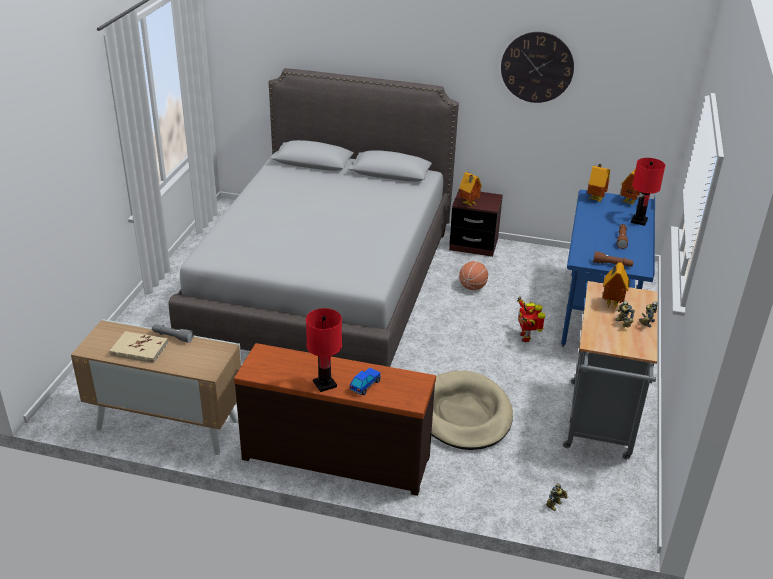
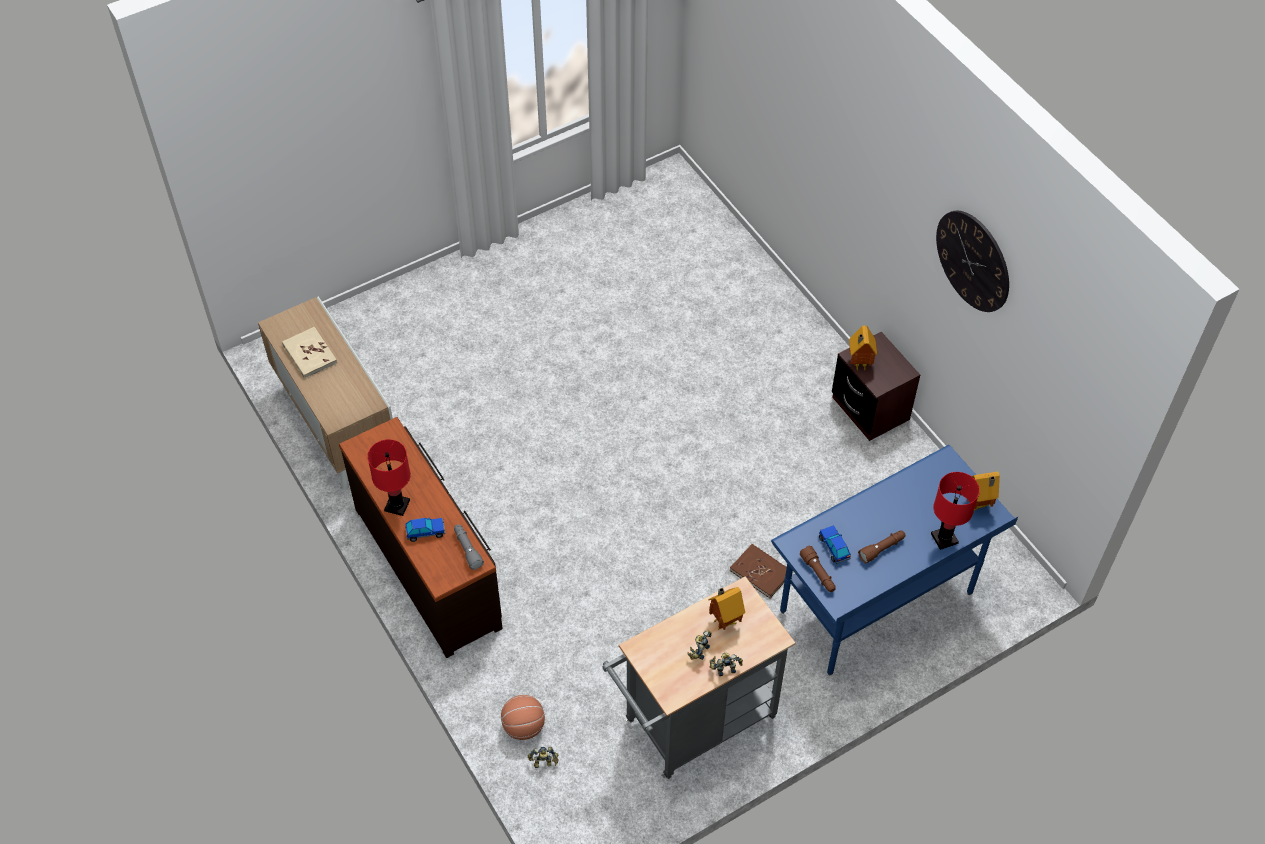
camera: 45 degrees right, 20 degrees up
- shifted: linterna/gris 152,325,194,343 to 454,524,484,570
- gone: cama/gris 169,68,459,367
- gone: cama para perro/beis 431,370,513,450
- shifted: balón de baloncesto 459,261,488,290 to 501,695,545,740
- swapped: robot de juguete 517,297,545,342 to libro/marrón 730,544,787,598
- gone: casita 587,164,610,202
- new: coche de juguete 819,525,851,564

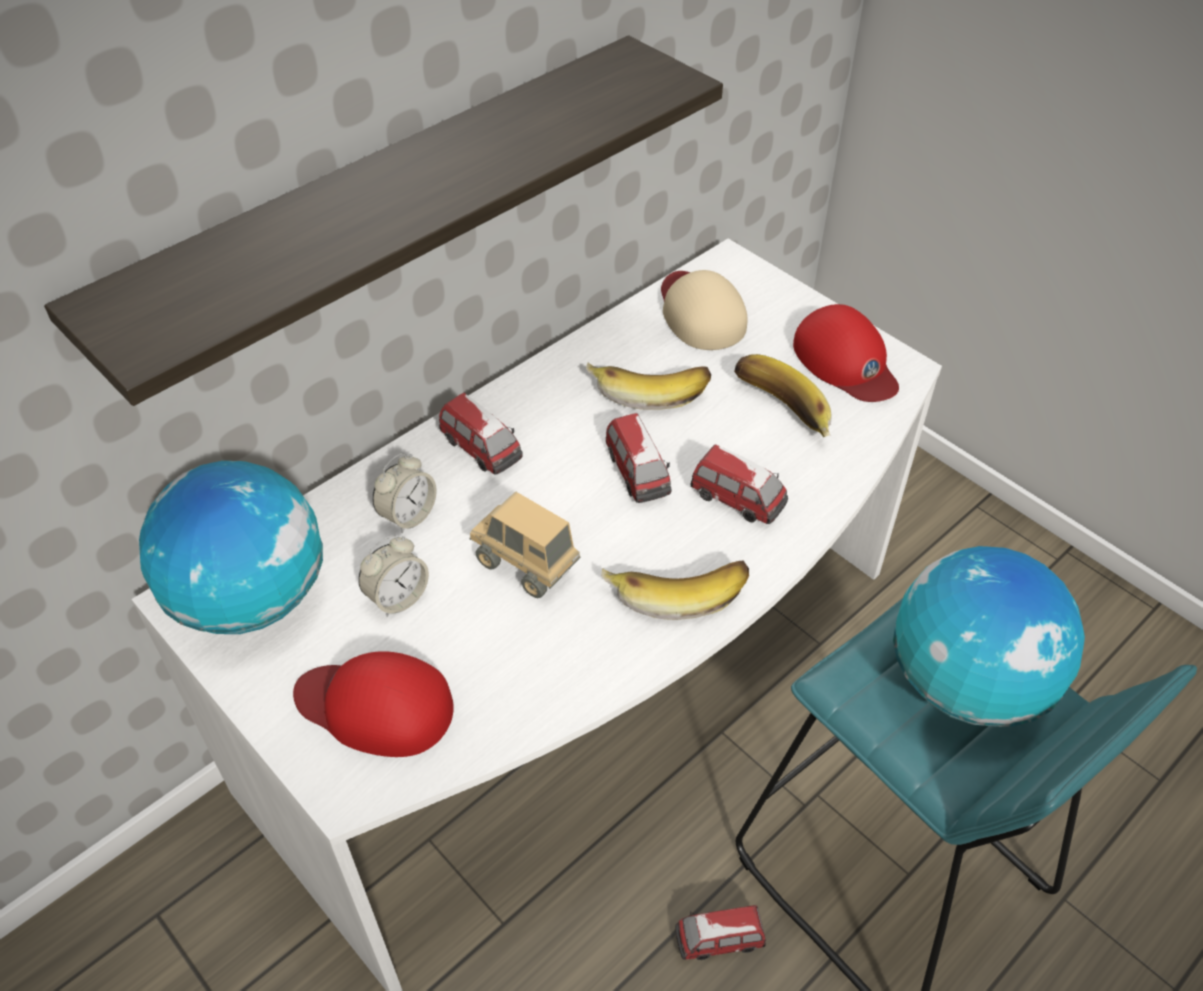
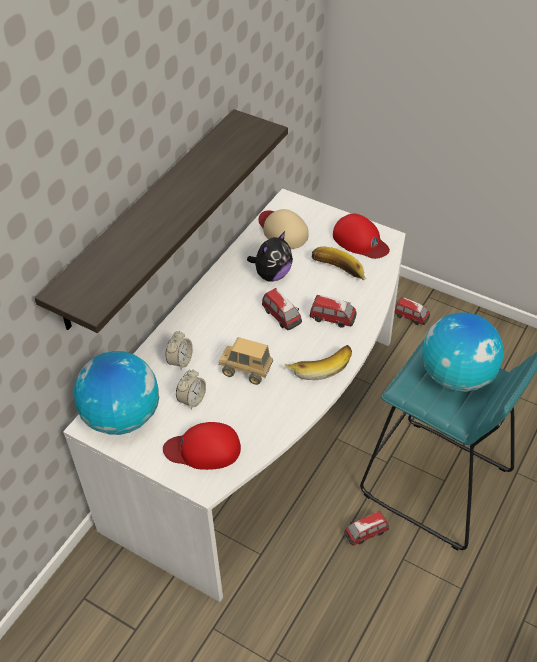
camera: 15 degrees left, 0 degrees up
- shifted: coche de juguete 439,393,523,475 to 394,297,430,325
- swapped: plátano 586,363,711,410 to peluche 247,231,293,282

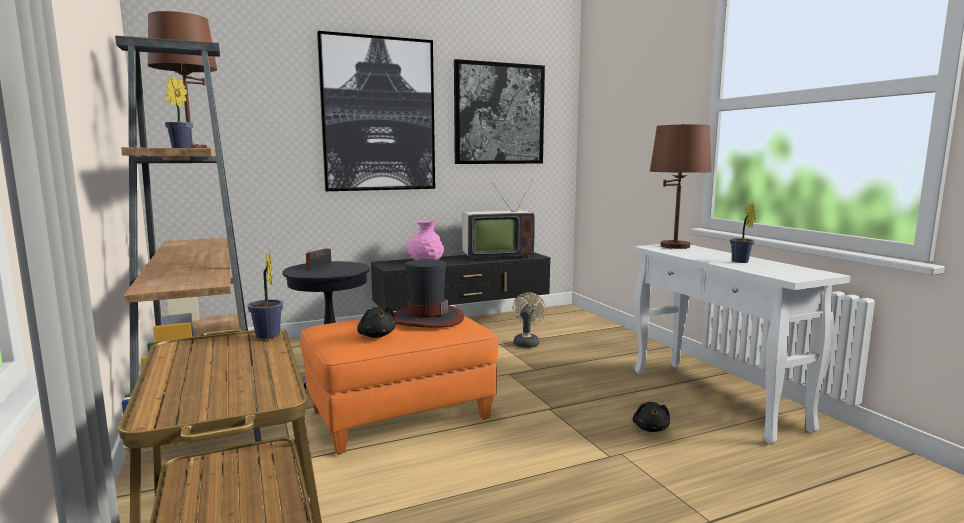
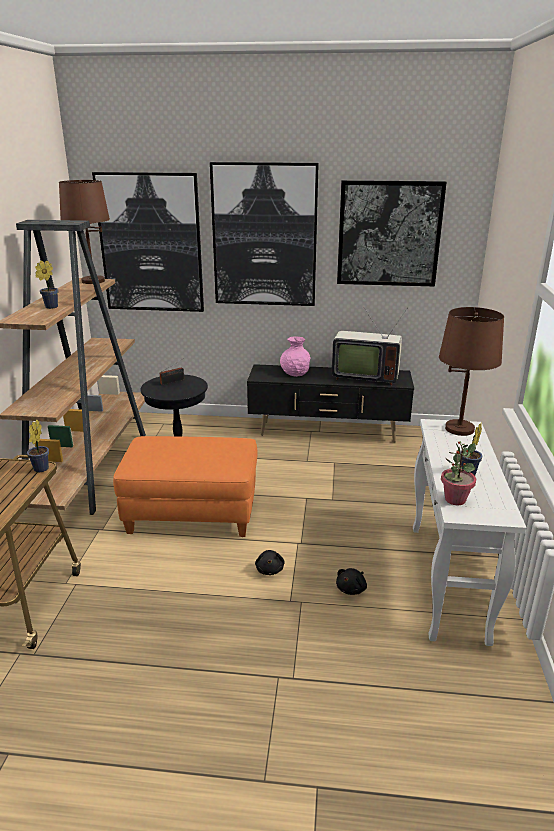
camera: 30 degrees right, 15 degrees up
- shifted: peluche/negro 357,306,396,338 to 255,550,285,575
- gone: sombrero 394,259,464,328
- gone: ventilador/beis 513,292,546,348
- new: cuadro 92,172,204,312
- new: planta en maceta 441,441,476,505

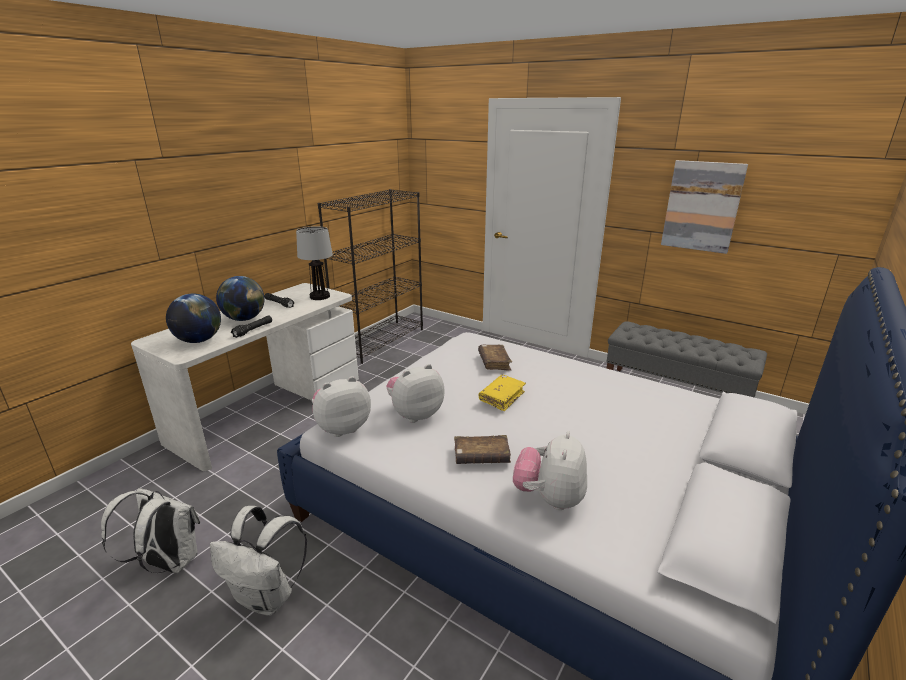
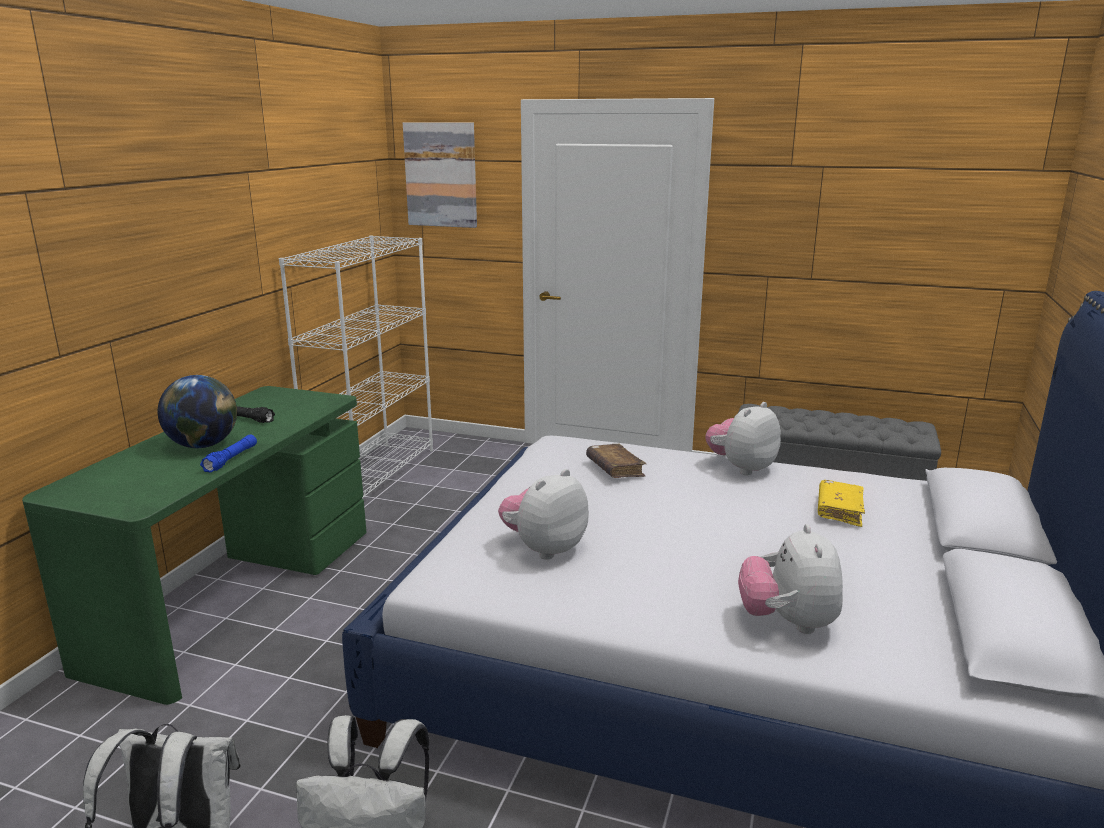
camera: 15 degrees left, 5 degrees down
- repainted: escritorio/blanco 131,283,359,471 to escritorio/verde 22,386,366,705
- gone: globo terráqueo 166,294,221,343
- repainted: linterna/negro 231,315,272,338 to linterna/azul 200,435,257,473
- gone: lámpara de mesa 296,226,333,300
- shifted: peluche 312,376,371,437 to 706,402,781,475
- repainted: estantería/negro 318,189,423,364 to estantería/blanco 279,235,433,498
- gone: libro/marrón 454,435,511,464
- shifted: libro/amarillo 479,375,526,411 to 818,480,865,527
- shifted: cuadro 661,160,748,254 to 403,122,477,228

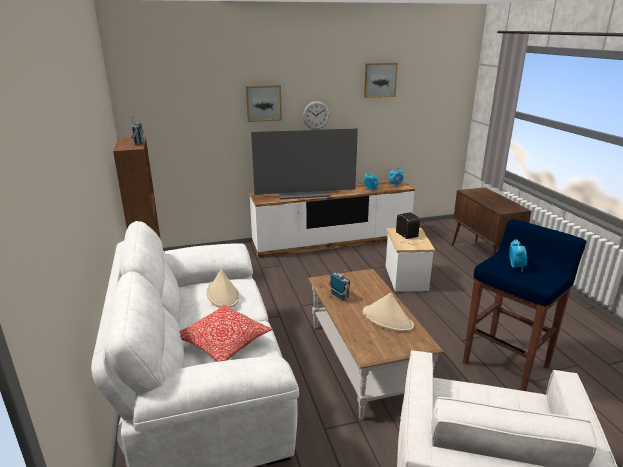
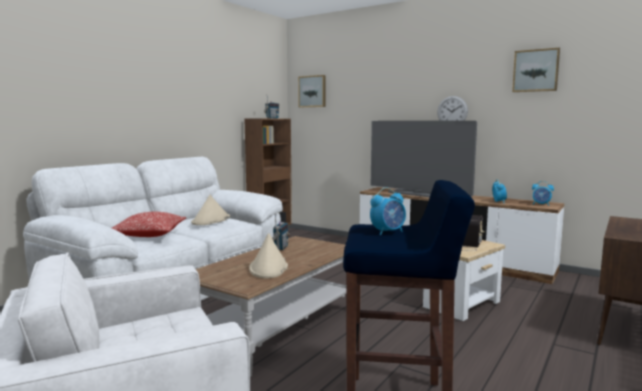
camera: 50 degrees right, 15 degrees down
- shifted: cuadro 246,85,282,122 to 298,75,326,107

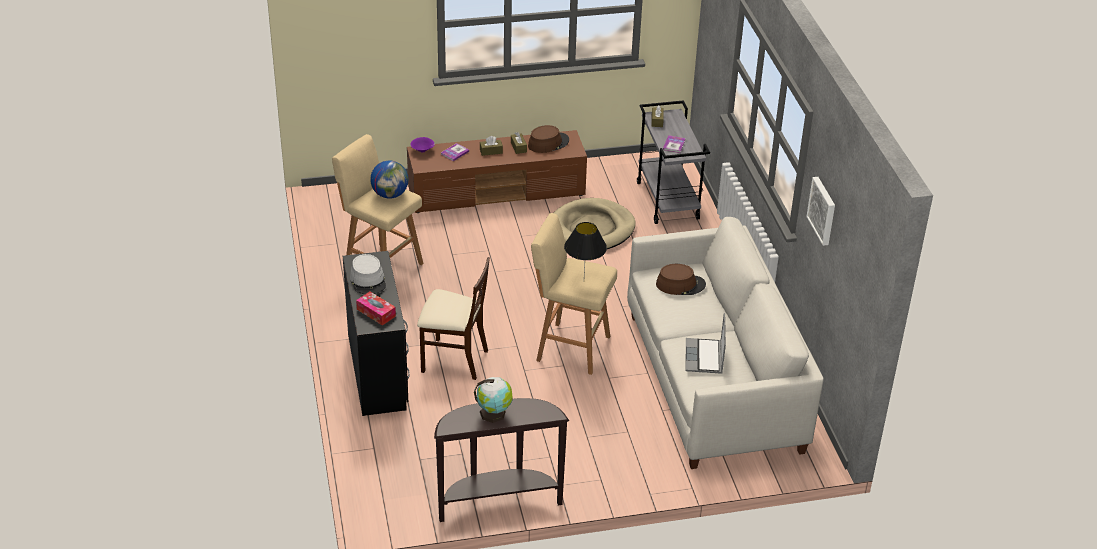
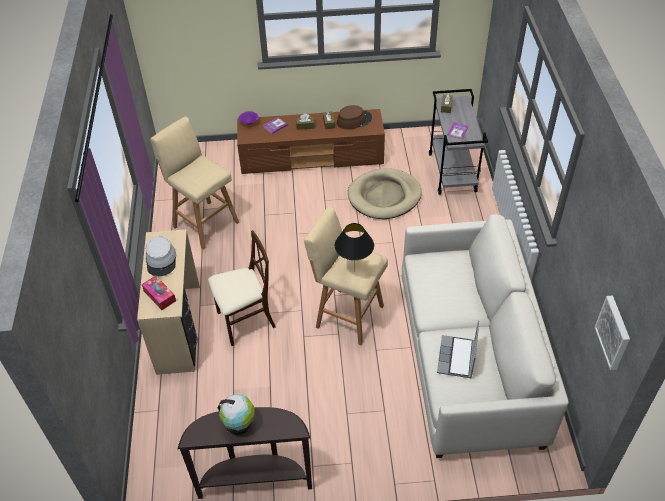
camera: 10 degrees right, 10 degrees up
- repainted: escritorio/negro 343,251,410,416 to escritorio/beis 137,229,200,375
- gone: globo terráqueo 370,161,408,199
- rotated: silla/beis 417,257,490,380 = 208,230,276,346 45 degrees counterclockwise
- gone: sombrero/marrón 656,264,706,295
- shifted: cuadro 806,177,835,246 to 595,295,630,370

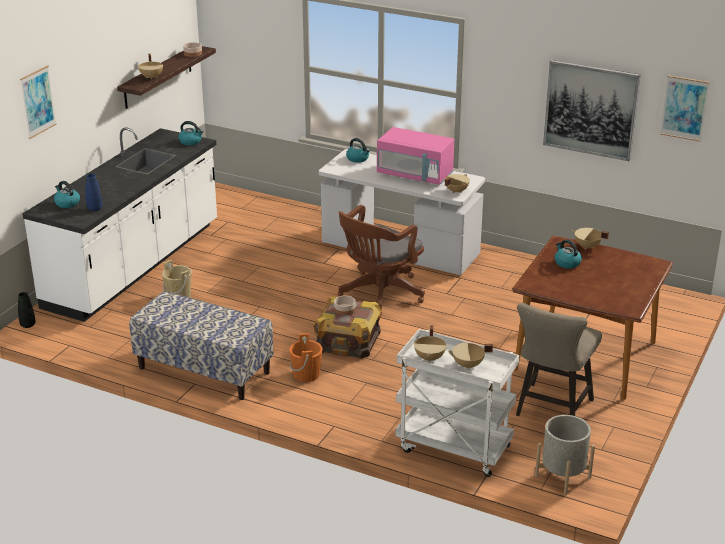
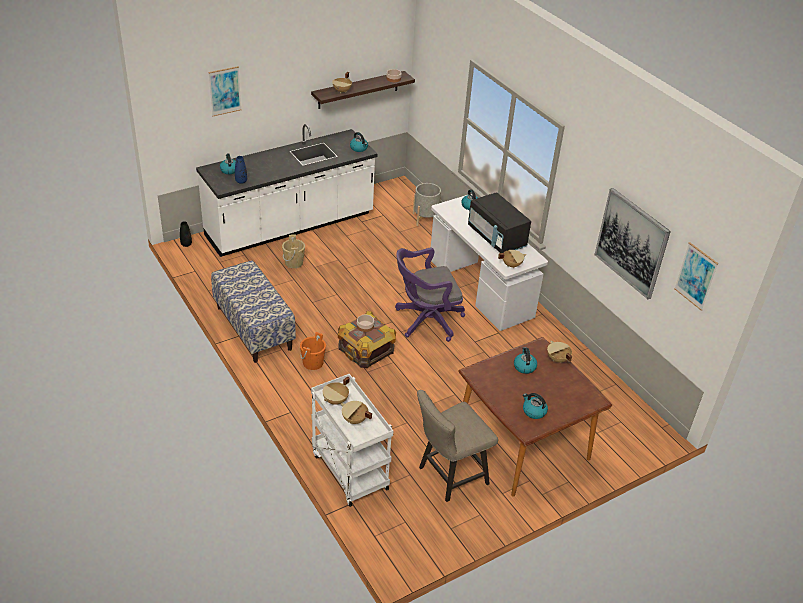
camera: 30 degrees right, 10 degrees up
- repainted: silla de oficina/marrón 338,205,425,310 to silla de oficina/morado 395,248,465,342
- repainted: microondas/rosa 377,127,454,185 to microondas/negro 468,192,531,253
- shifted: maceta/gris 535,415,595,495 to 413,183,441,226
- new: hervidor 523,393,548,419

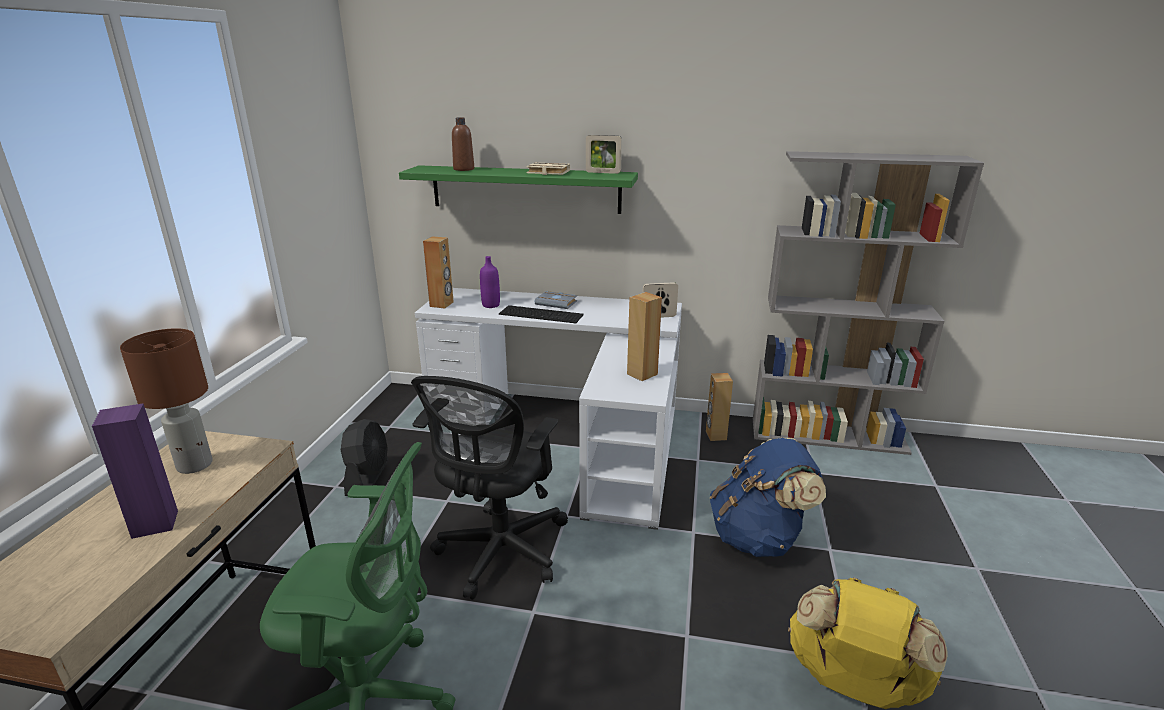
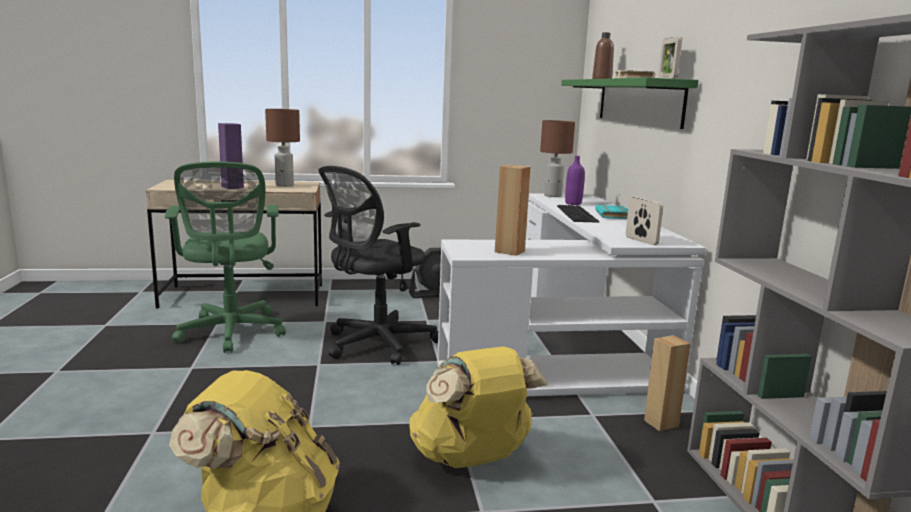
camera: 70 degrees right, 10 degrees down
- rotated: silla de oficina/negro 411,376,568,600 = 319,166,438,365 45 degrees counterclockwise
- swapped: altavoz/marrón 423,236,454,308 to lámpara de mesa/marrón 540,120,575,197
- repainted: libro/gris 535,291,577,309 to libro/turquesa 595,205,628,219
- repainted: mochila/azul 710,438,826,557 to mochila/amarillo 409,346,548,468

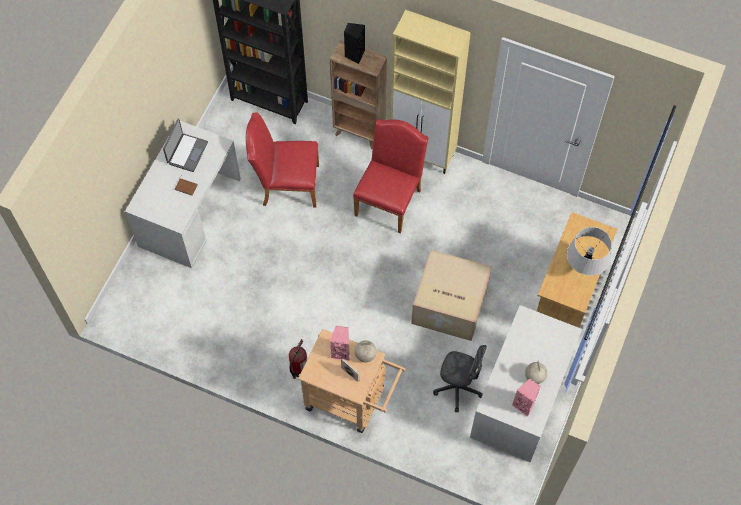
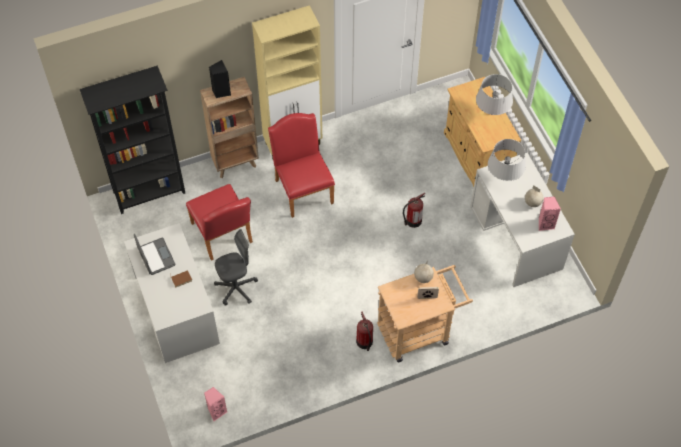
camera: 45 degrees left, 5 degrees down
- rotated: silla/rojo 246,113,319,208 = 186,184,253,261 75 degrees counterclockwise
- shifted: altavoz/rosa 330,326,350,361 to 204,387,227,421
- swapped: caja de cartón 411,250,492,341 to extintor 403,193,425,228
- shifted: silla de oficina/gris 433,345,487,412 to 214,229,258,305
- new: lámpara de mesa/gris 488,139,526,181

